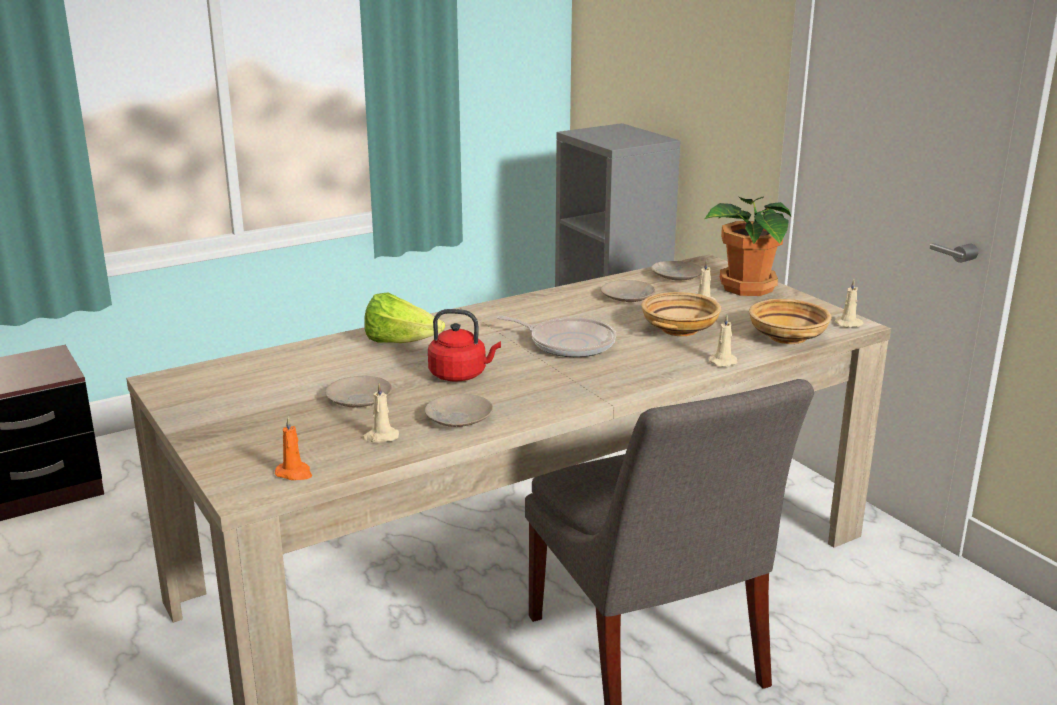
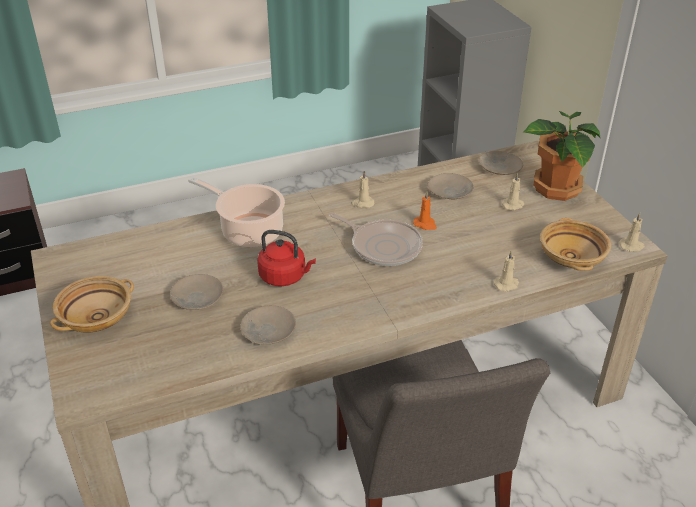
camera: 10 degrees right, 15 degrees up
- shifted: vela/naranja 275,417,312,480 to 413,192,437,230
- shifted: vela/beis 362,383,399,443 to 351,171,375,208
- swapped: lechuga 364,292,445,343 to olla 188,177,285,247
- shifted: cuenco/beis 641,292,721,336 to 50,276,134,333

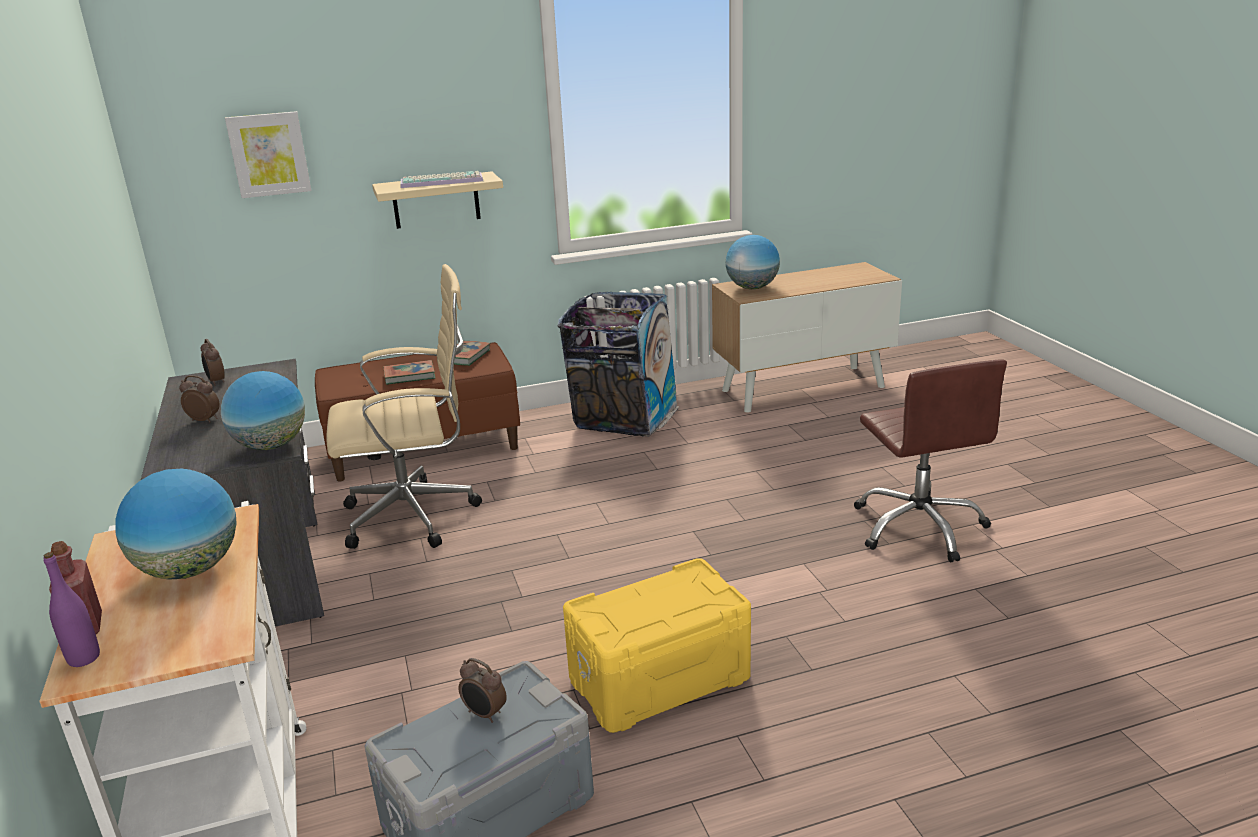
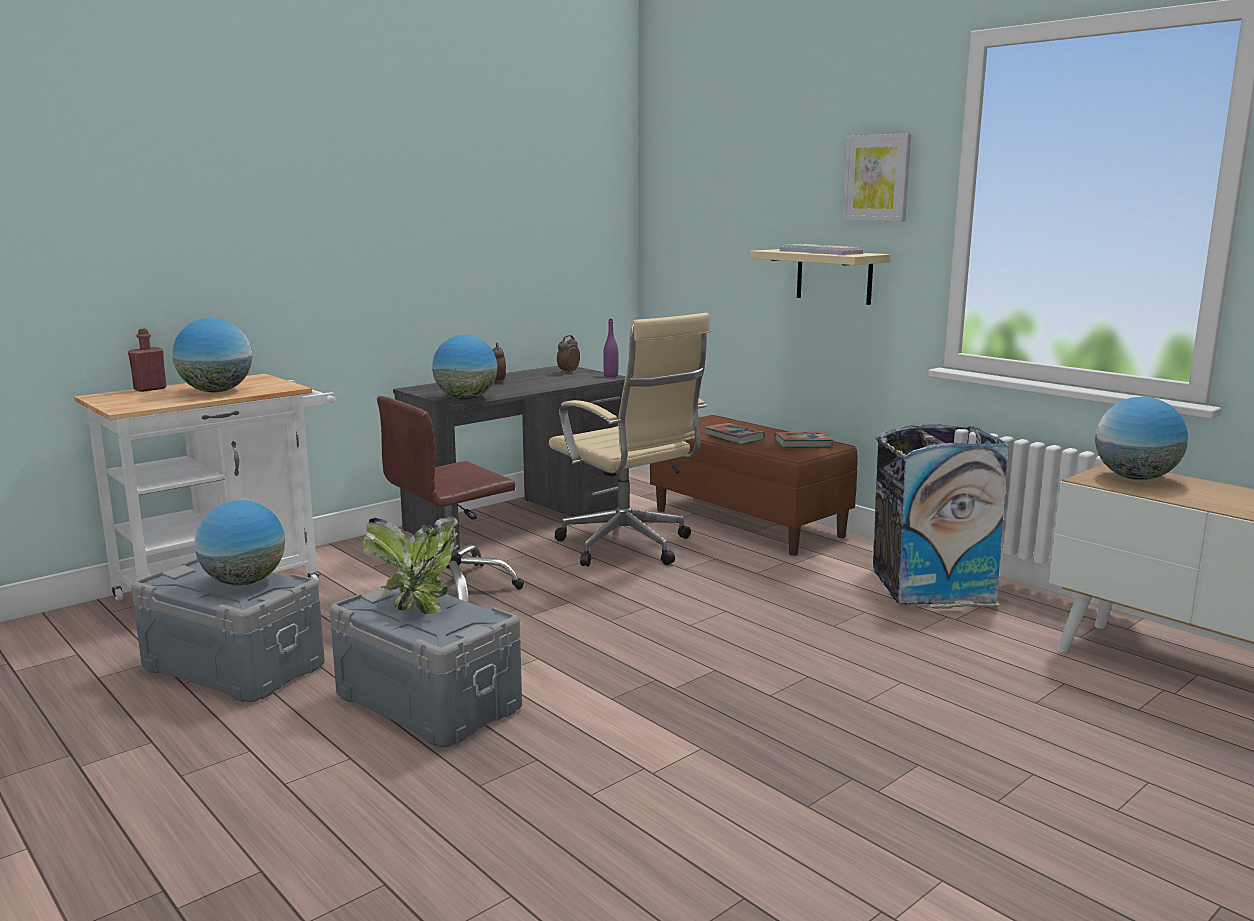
camera: 65 degrees right, 10 degrees down
- shifted: botella/morado 43,552,100,667 to 603,319,619,377
- shifted: cuadro 225,111,312,198 to 842,133,911,222
- swapped: despertador 459,658,507,723 to globo terráqueo 195,500,285,585
- repainted: caja de almacenaje/amarillo 563,558,751,733 to caja de almacenaje/gris 330,585,522,747
- shifted: silla de oficina/marrón 854,359,1007,562 to 377,396,524,602
- new: planta en maceta 363,516,460,615

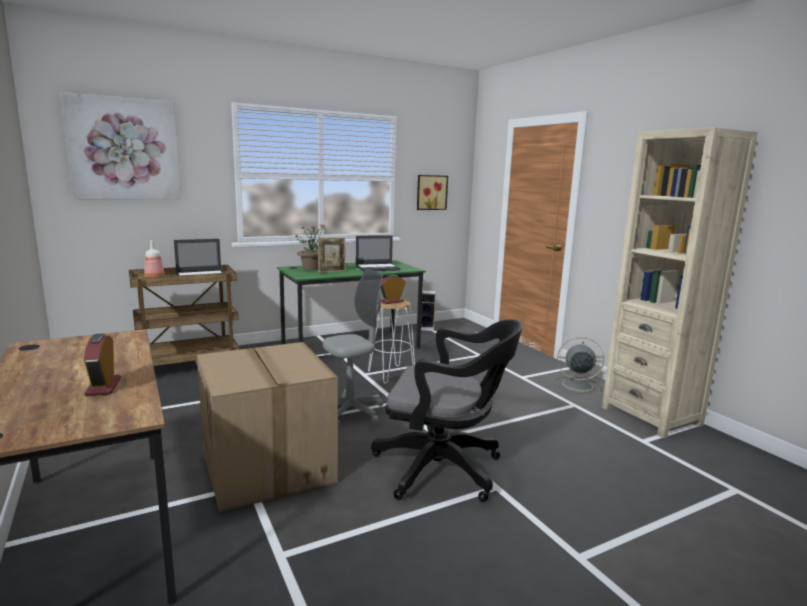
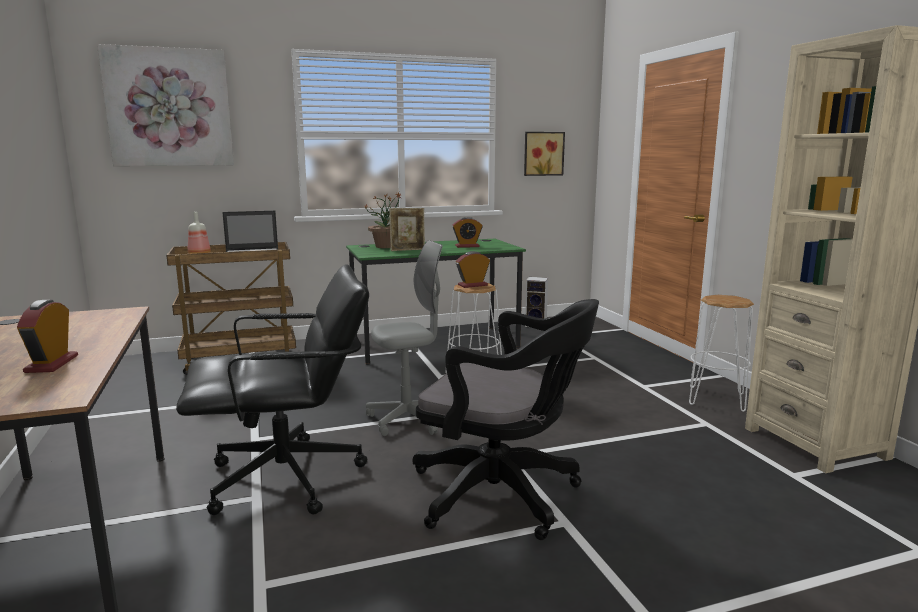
camera: 10 degrees right, 0 degrees up
- swapped: caja de cartón 197,342,338,513 to silla de oficina/negro 176,264,369,515
- swapped: portátil 356,235,400,272 to despertador 452,217,483,248
- swapped: ventilador/gris 554,337,604,394 to taburete/blanco 689,295,754,412

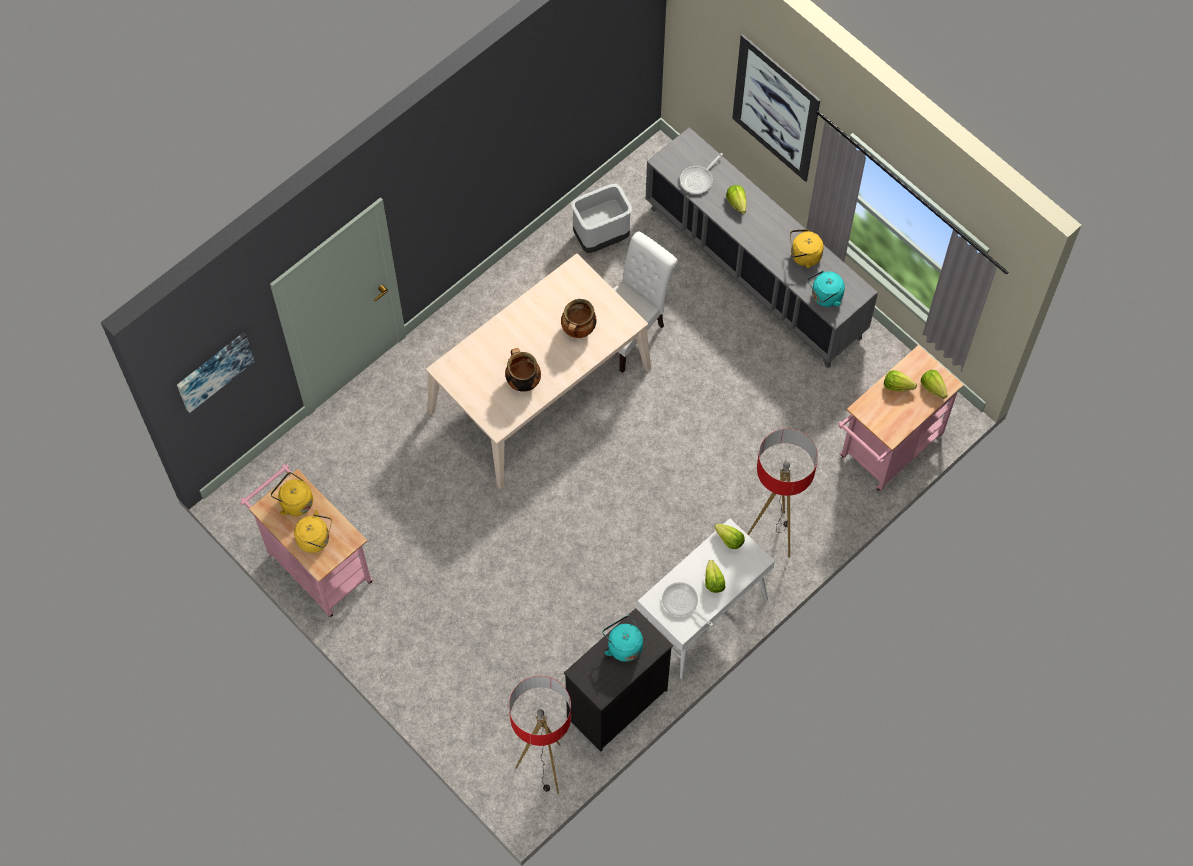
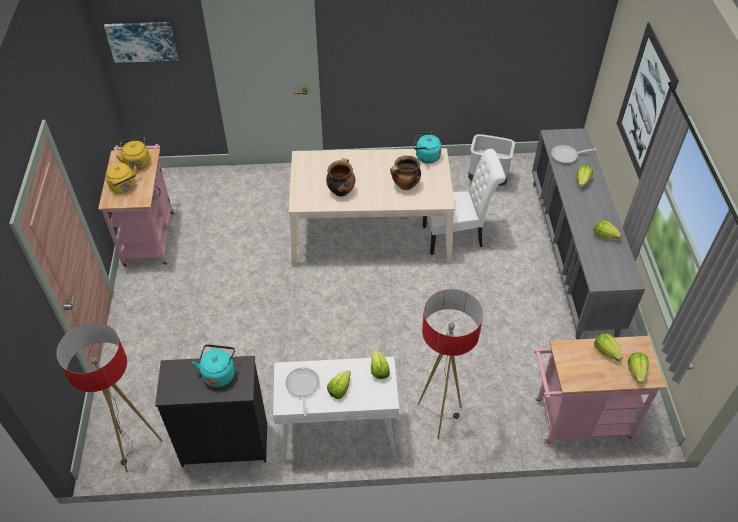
camera: 40 degrees right, 15 degrees down
- swapped: hervidor/amarillo 790,229,824,268 to lechuga 594,220,622,239
- shifted: hervidor/turquesa 808,271,845,307 to 413,132,442,164

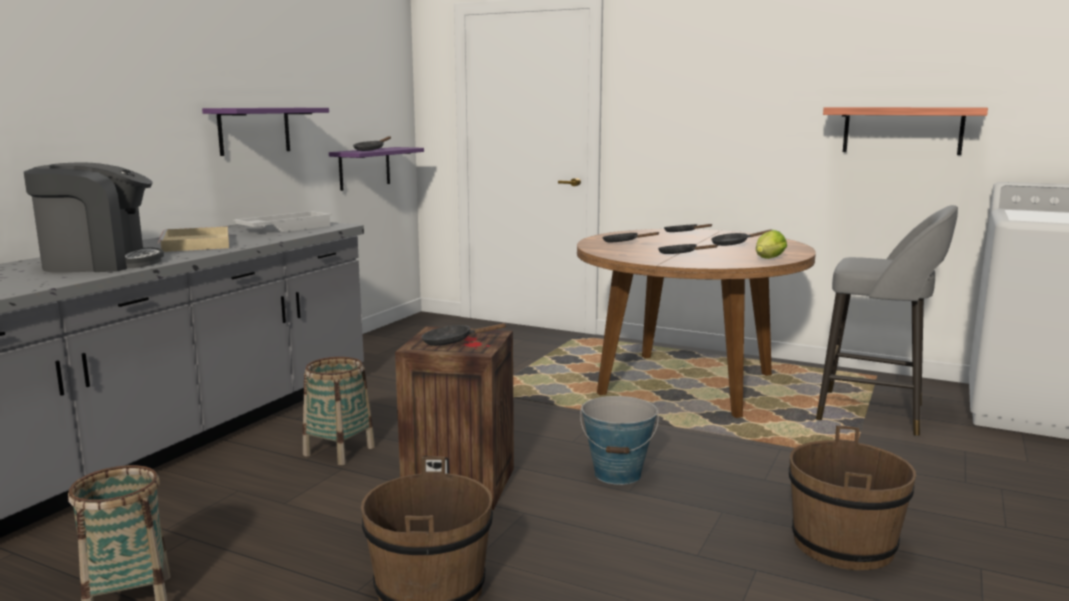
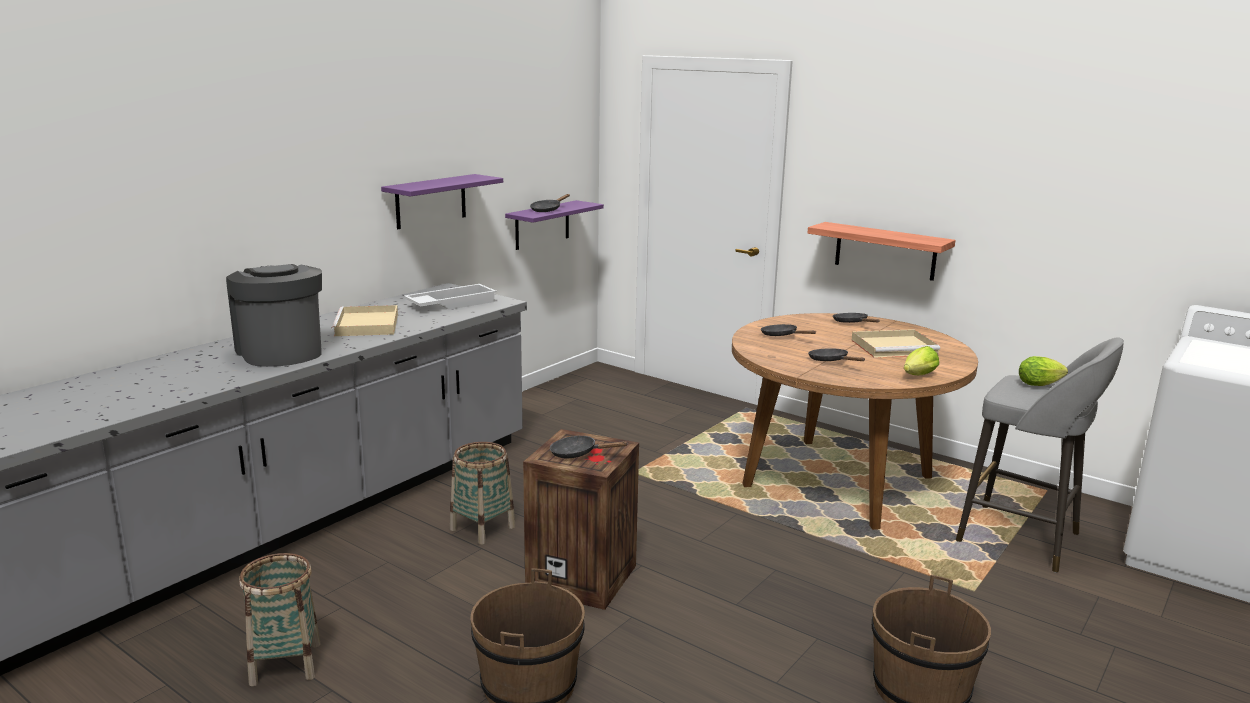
camera: 10 degrees right, 5 degrees up
- rotated: cafetera 24,162,164,273 = 226,264,322,367 120 degrees counterclockwise
- gone: cubo 580,396,659,485
- swapped: sartén/negro 711,229,772,246 to bandeja/beis 852,329,940,358
- shifted: estante 823,107,988,155 to 808,222,956,281
- new: lechuga 1019,356,1068,386

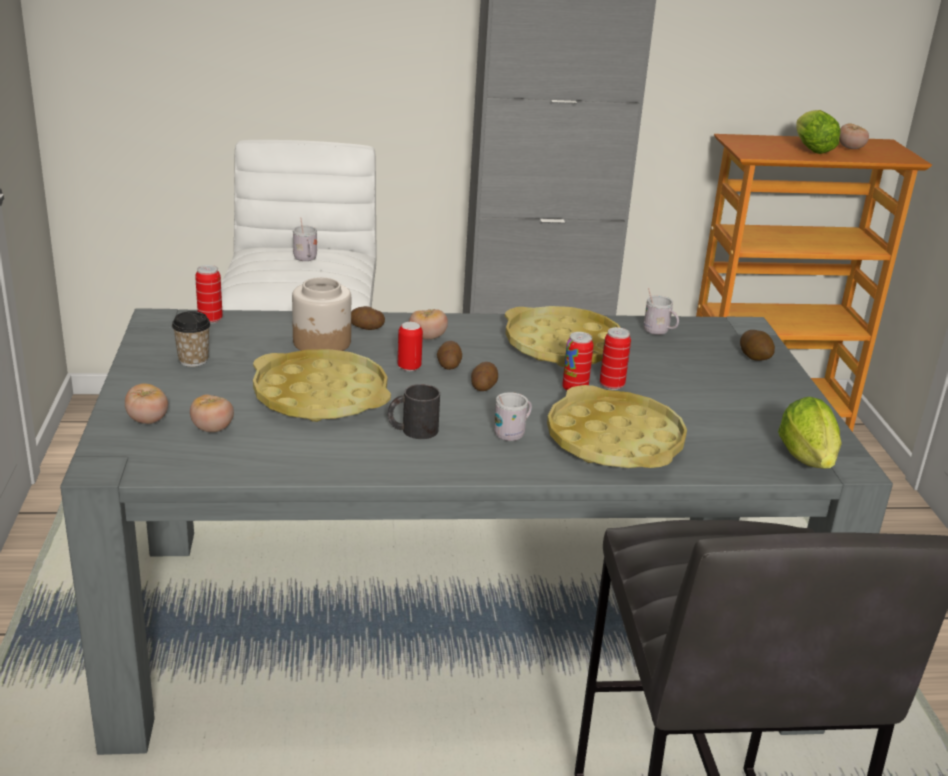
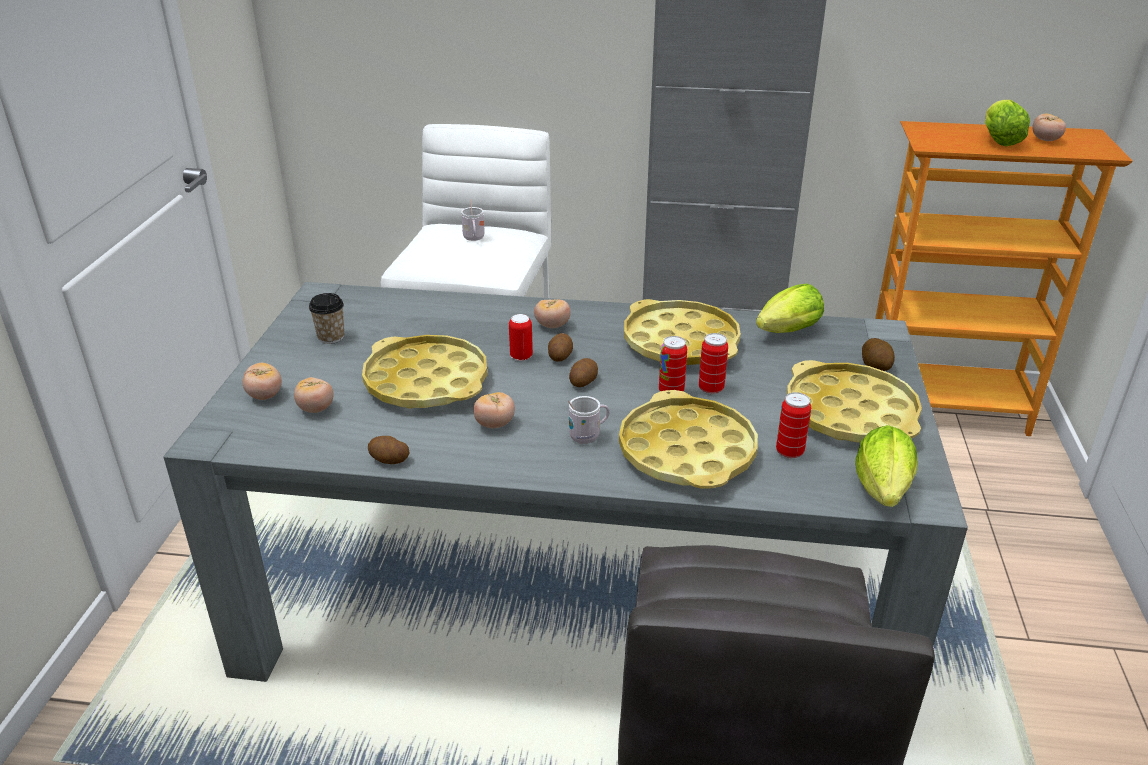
camera: 15 degrees right, 5 degrees up
- shifted: lata 195,265,223,324 to 776,392,811,459
- gone: tarro 292,277,351,351
- shifted: patata 351,306,385,330 to 368,436,409,464
- swapped: taza grande/negro 388,384,440,439 to tomate 473,392,515,428
- swapped: taza grande/blanco 644,288,679,335 to lechuga 756,284,824,333
- new: bandeja/amarillo 786,360,922,443

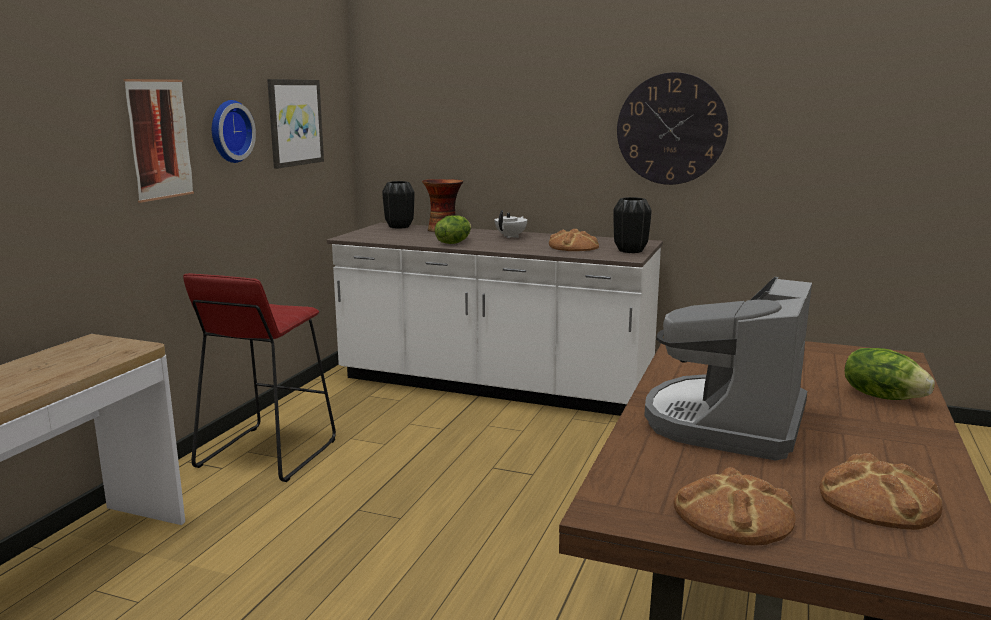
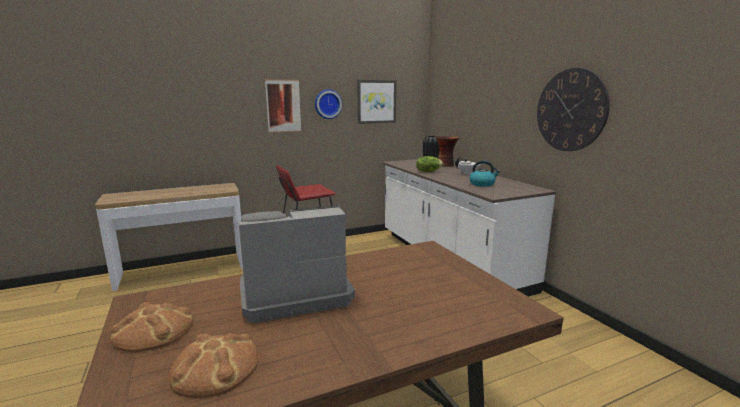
camera: 45 degrees right, 0 degrees up
- swapped: pan 549,229,599,251 to hervidor 469,160,500,187
- gone: florero/negro 613,197,652,253
- gone: lechuga 845,348,935,400

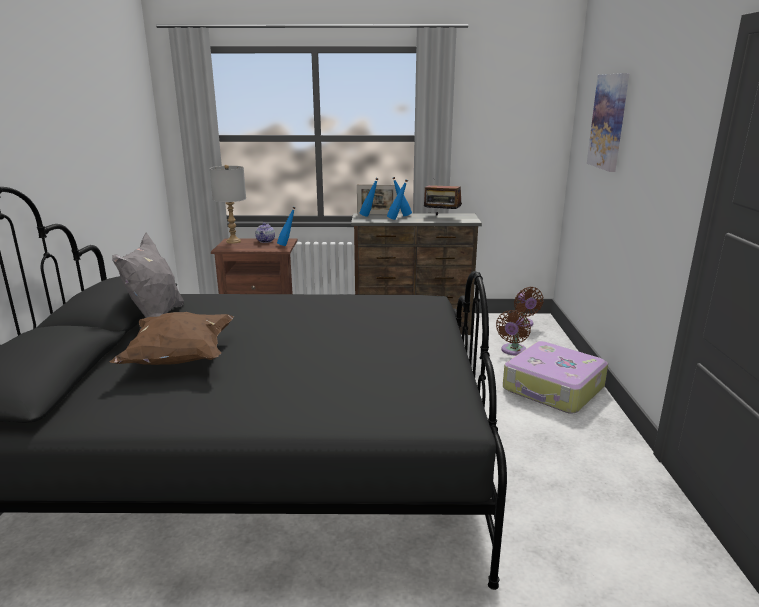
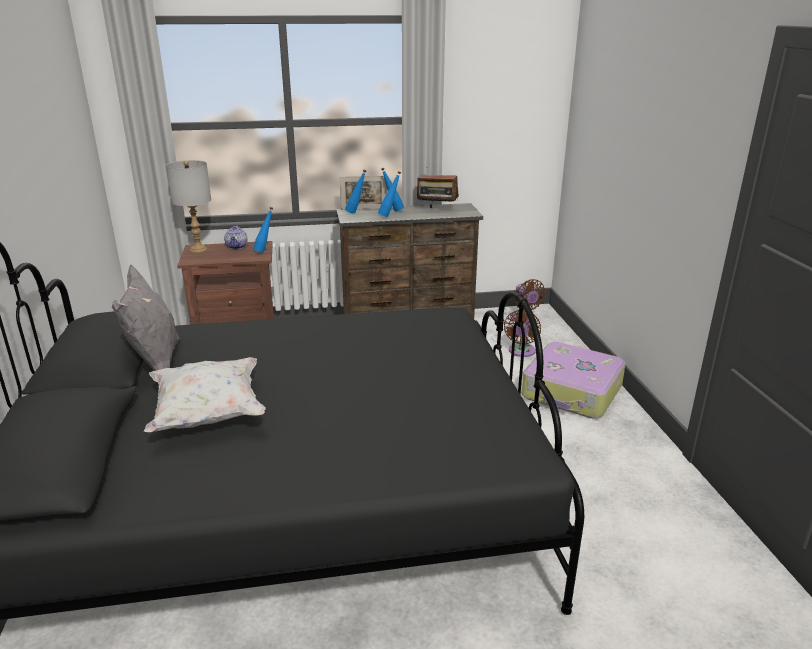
camera: 10 degrees left, 5 degrees up
- repainted: cojín/marrón 110,312,234,365 to cojín/blanco 144,357,266,432
- gone: cuadro 587,73,630,172

